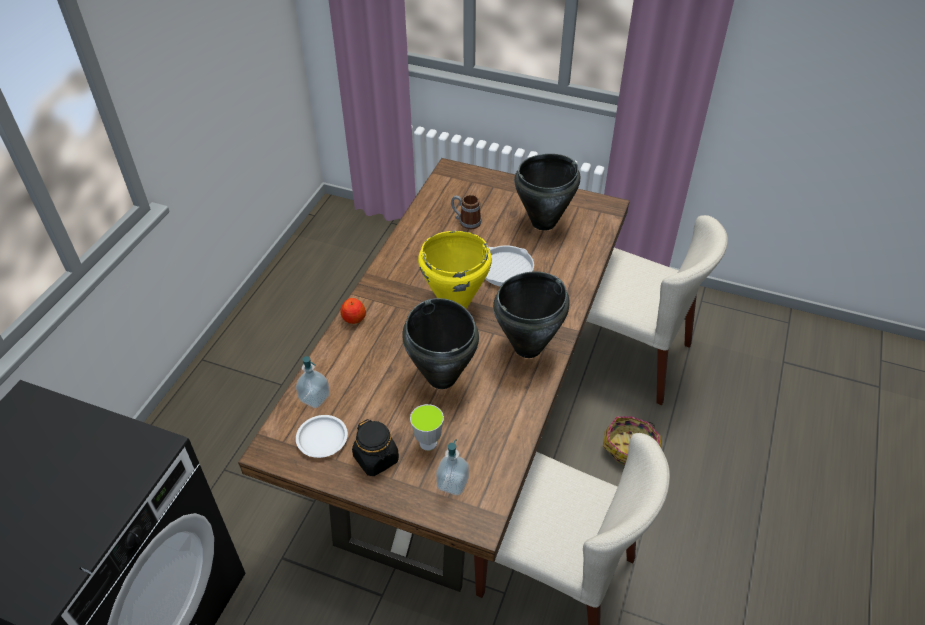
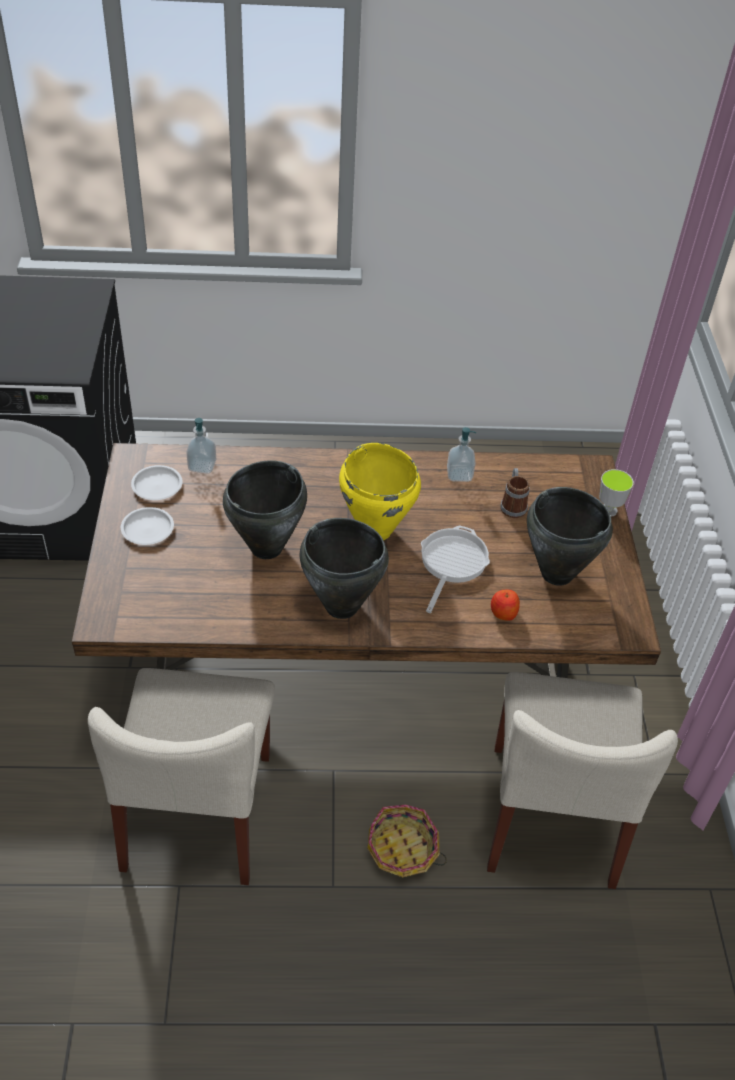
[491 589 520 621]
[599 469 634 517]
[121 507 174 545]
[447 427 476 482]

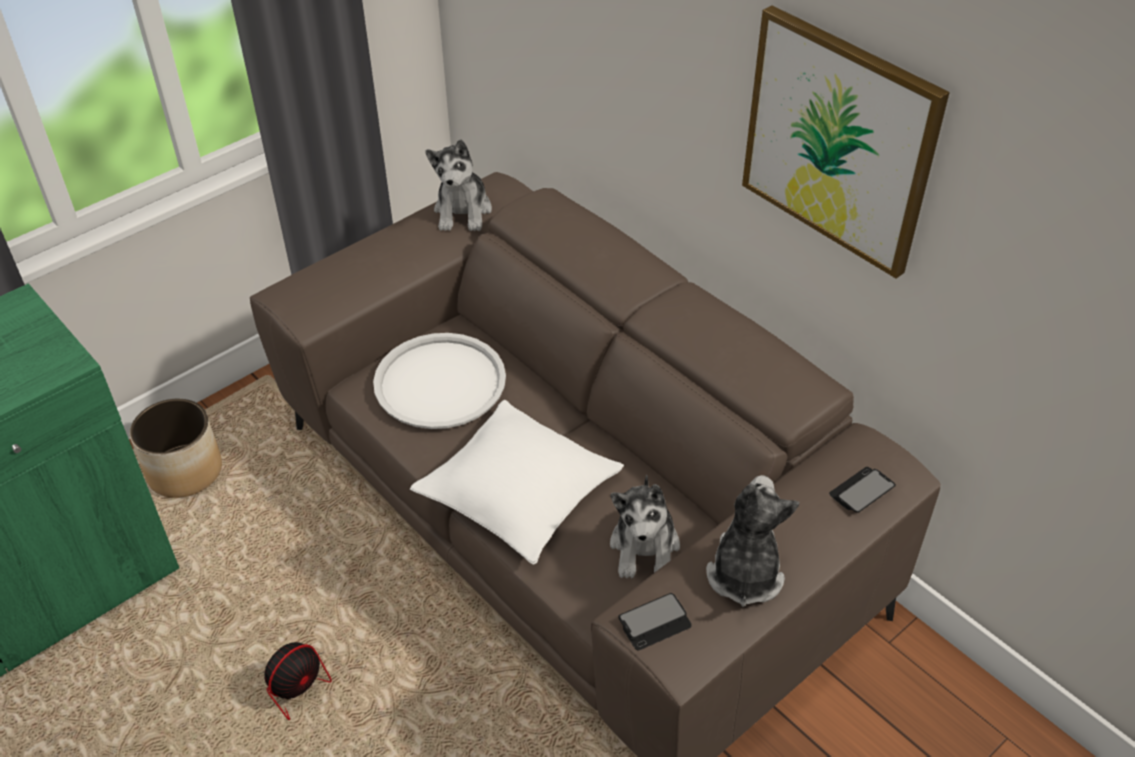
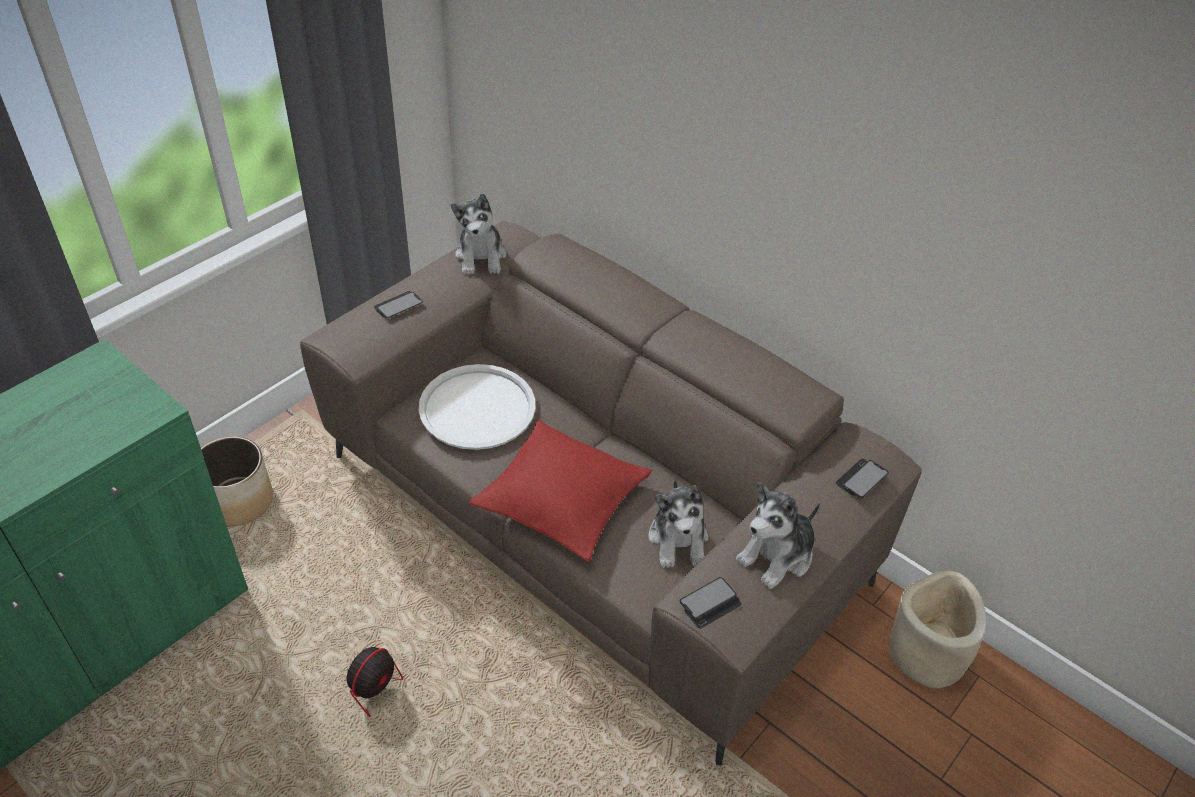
[742 5 950 278] (first image)
[469 420 652 562]
[736 482 820 589]
[374 291 423 318]
[890 571 986 688]

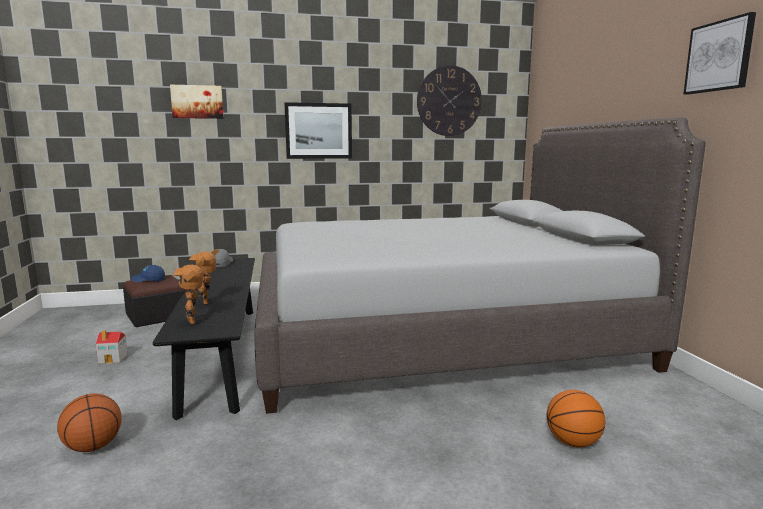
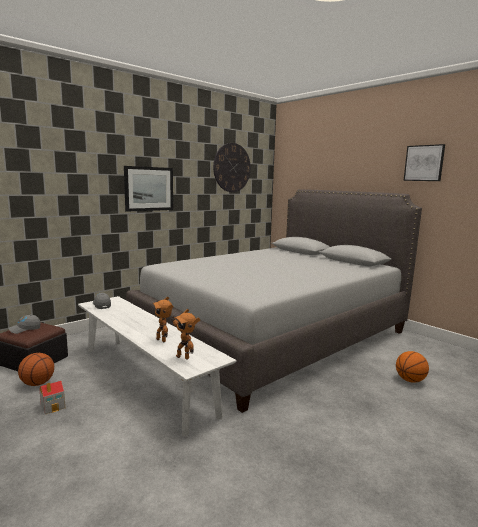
[170 85 224 119] (first image)
[78 296 237 437]
[8 314 40 334]
[18 353 54 386]

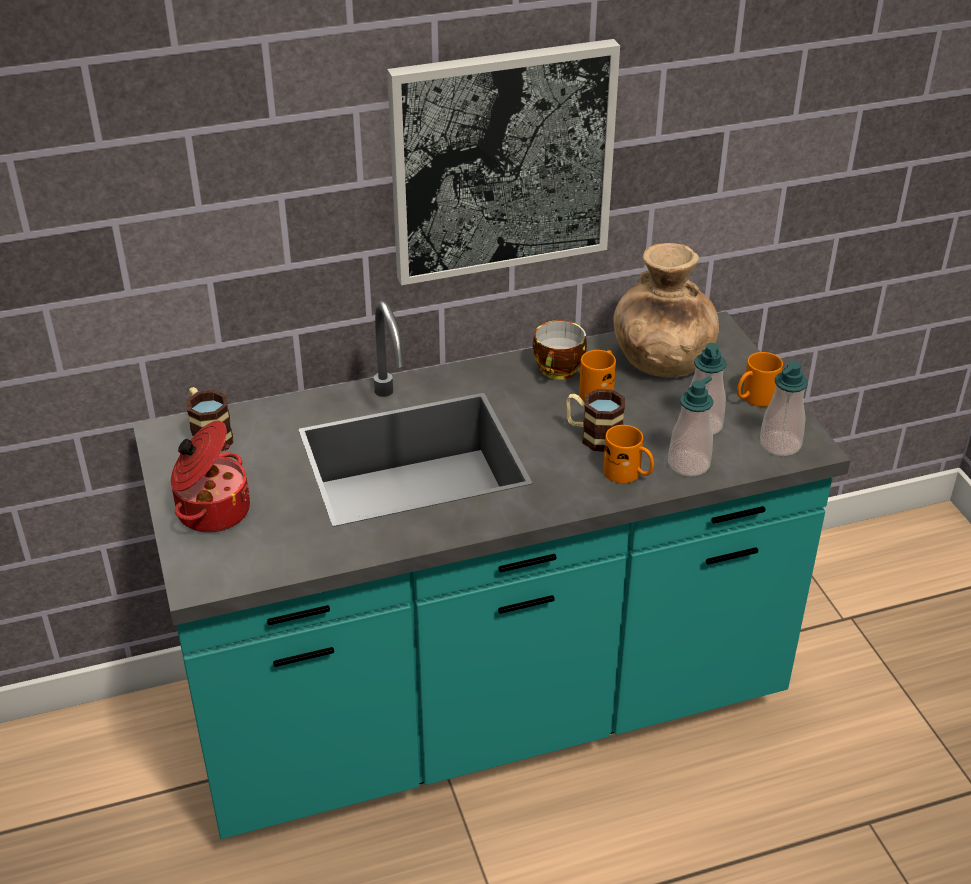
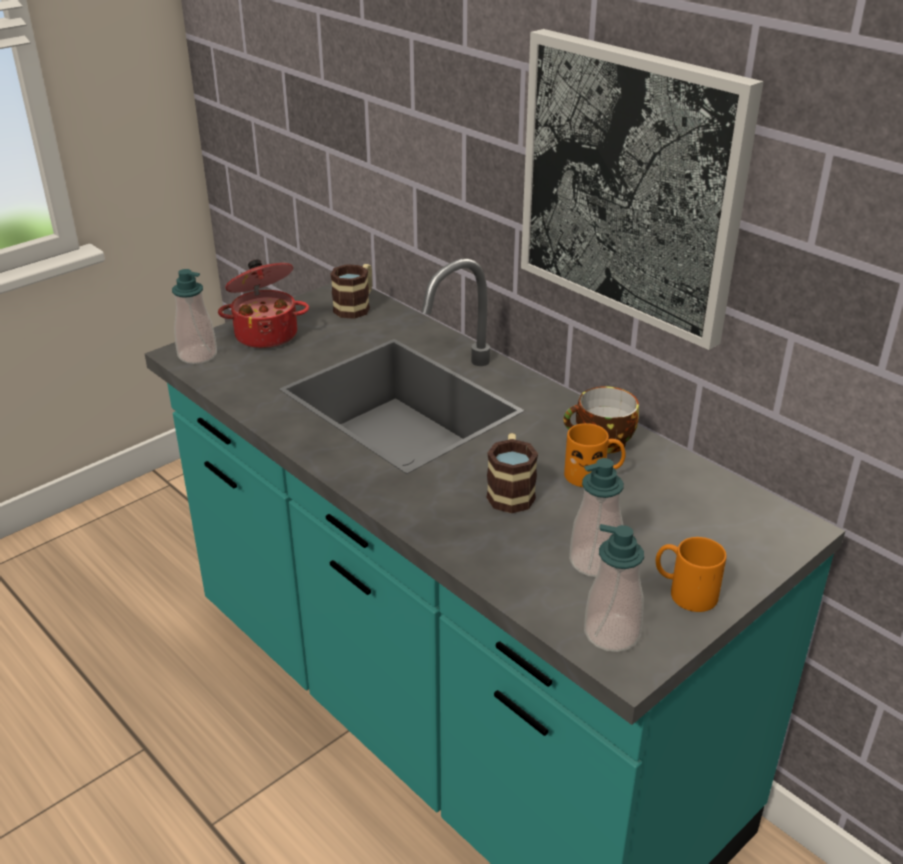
[614 243 719 377] (first image)
[172 269 217 364]
[603 425 654 483] (first image)

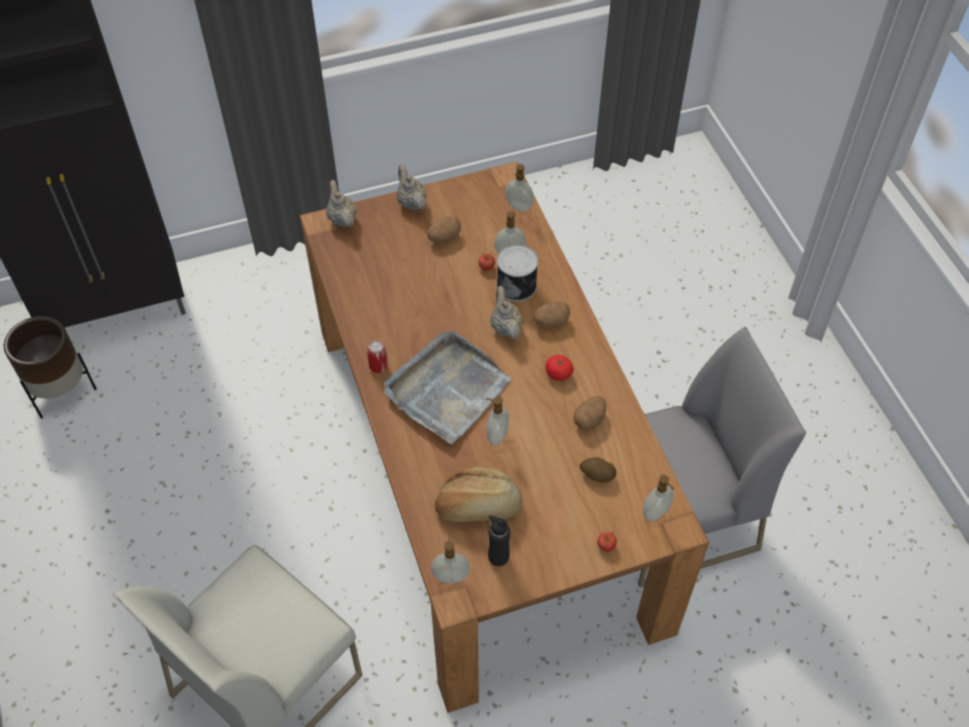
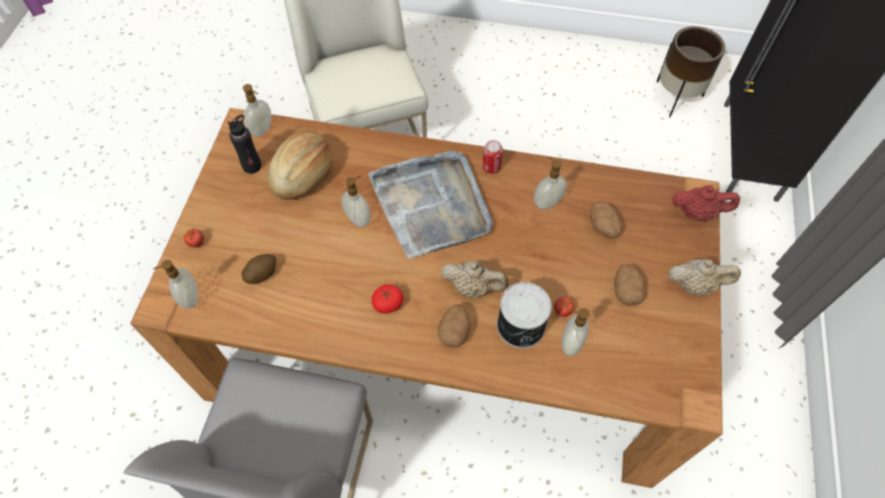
[534 156 567 209]
[672 185 740 222]
[590 201 622 239]

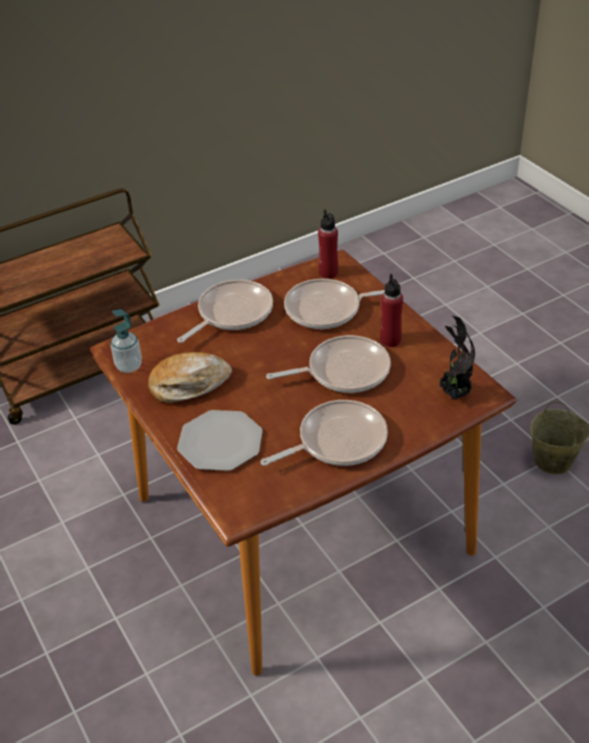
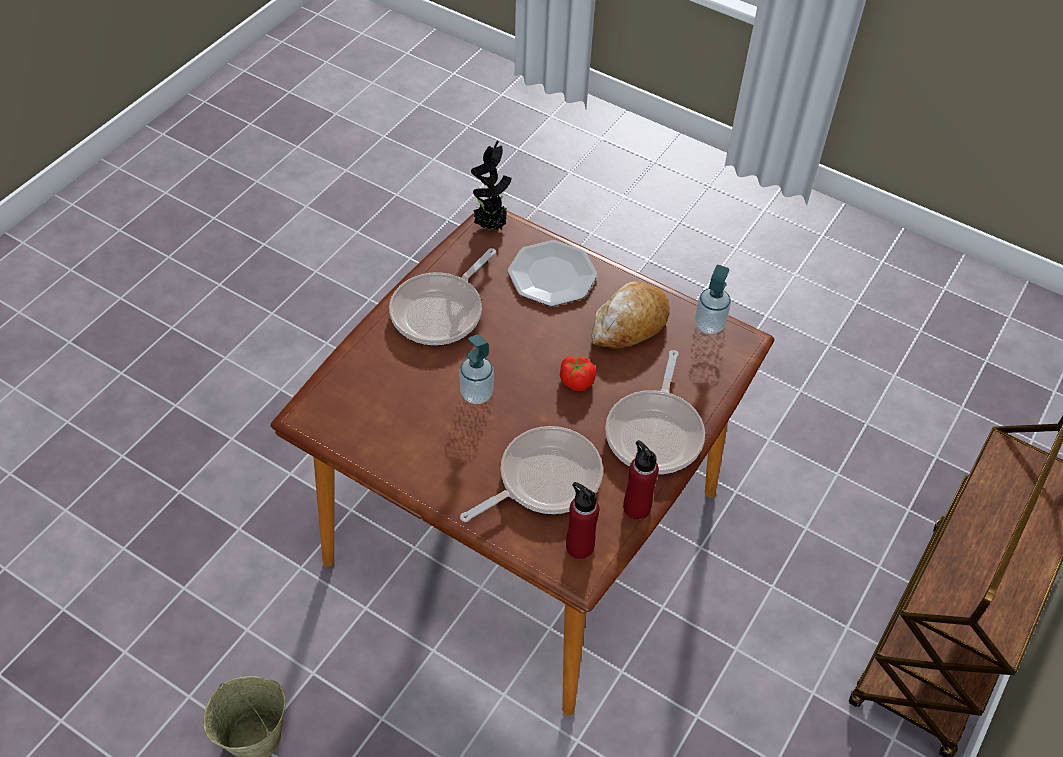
[623 440 659 520]
[471 141 512 230]
[459 334 494 404]
[560 356 596 391]

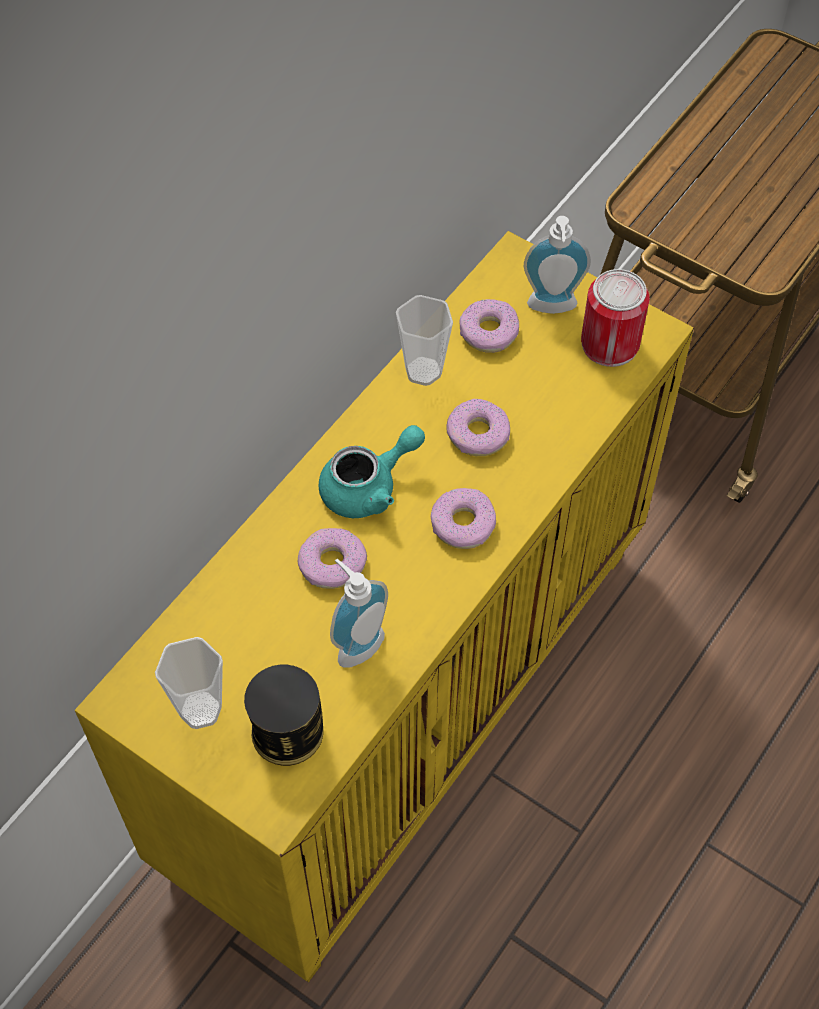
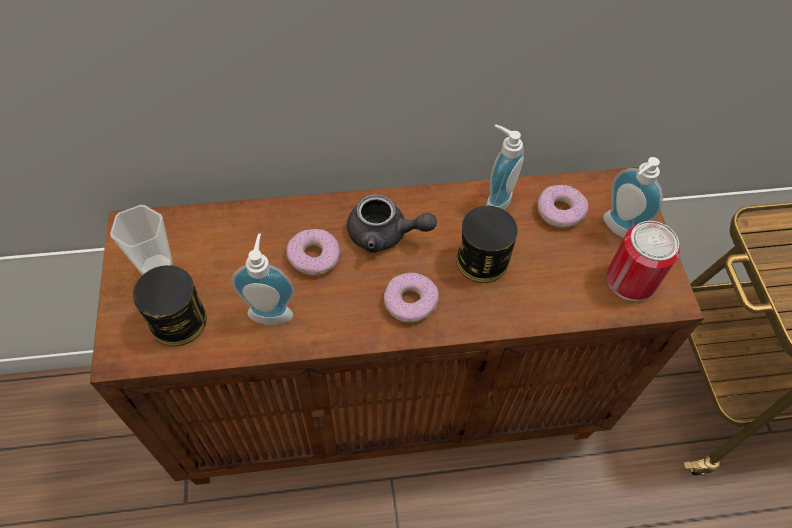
[90 167 704 485]
[486 124 524 210]
[456 206 518 283]
[347 194 437 253]

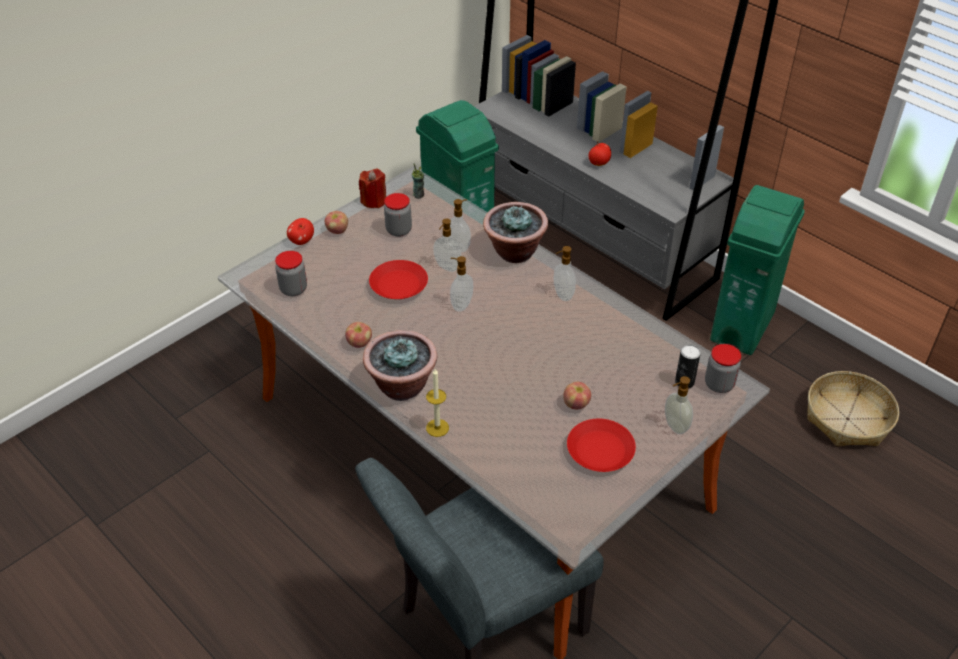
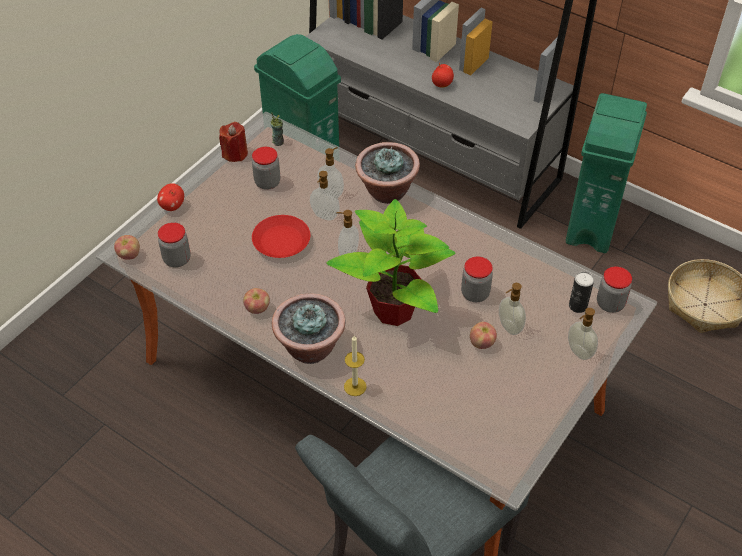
[114 235 140 260]
[499 283 526 335]
[567 419 636 472] (first image)
[327 199 455 326]
[461 256 493 302]

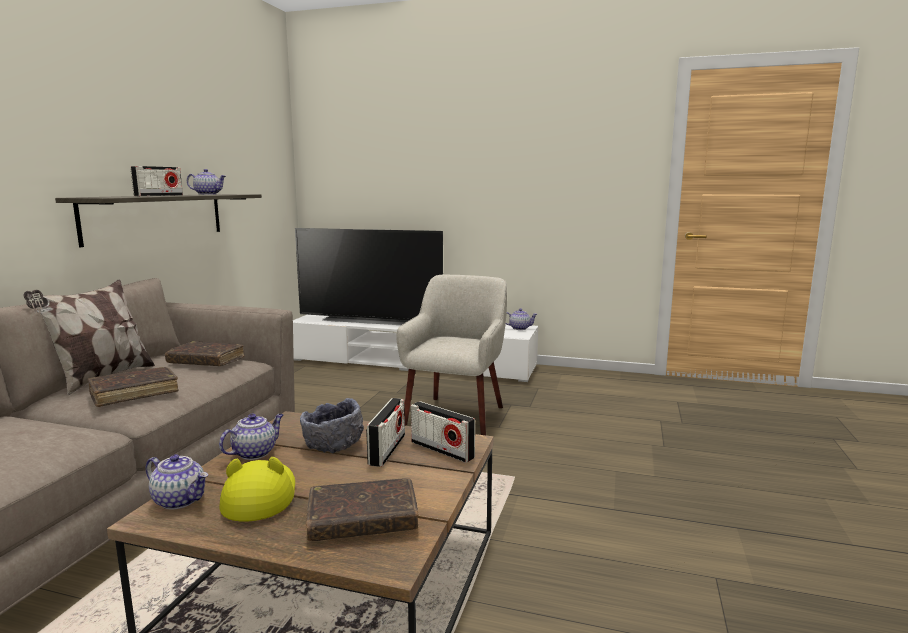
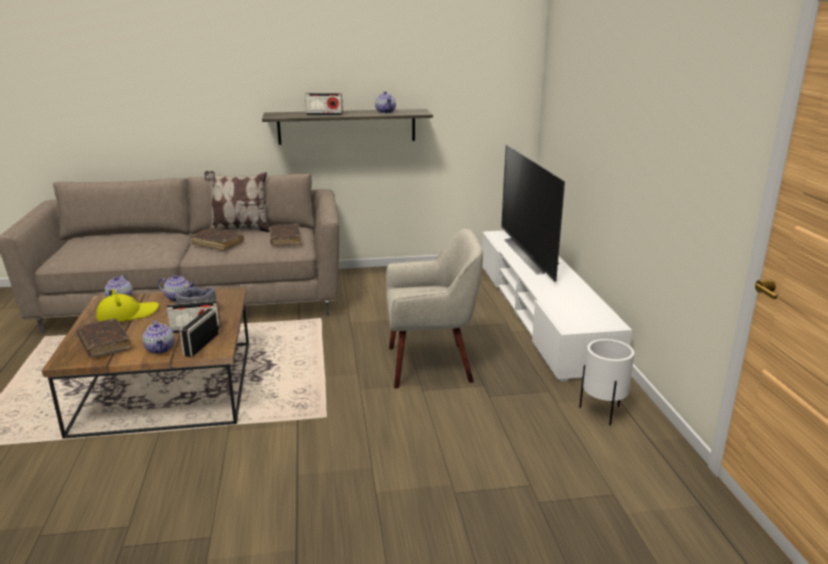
[142 320 175 354]
[579 339 634 425]

